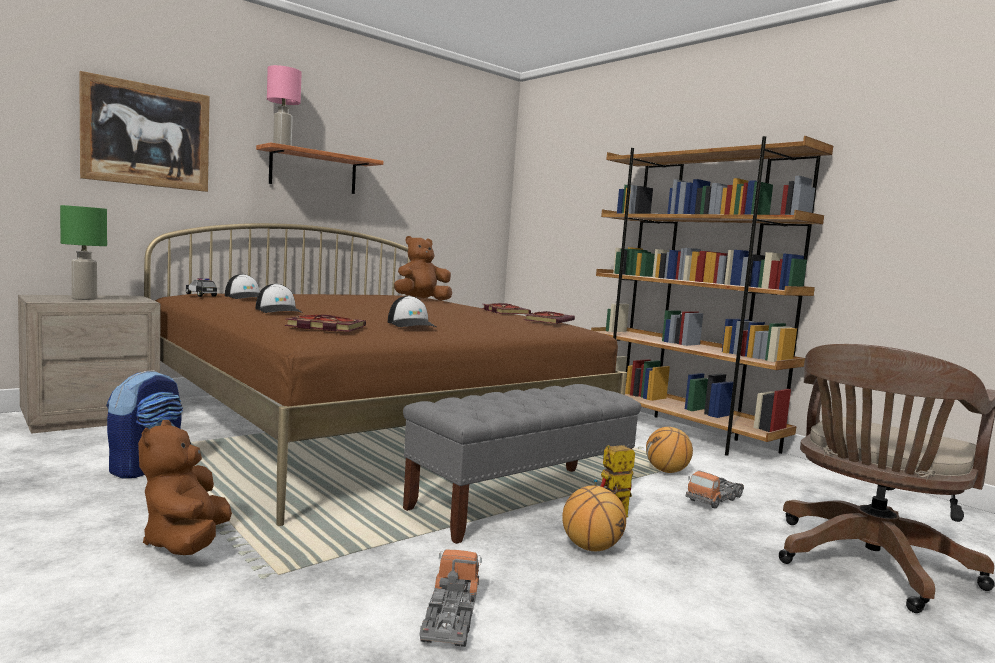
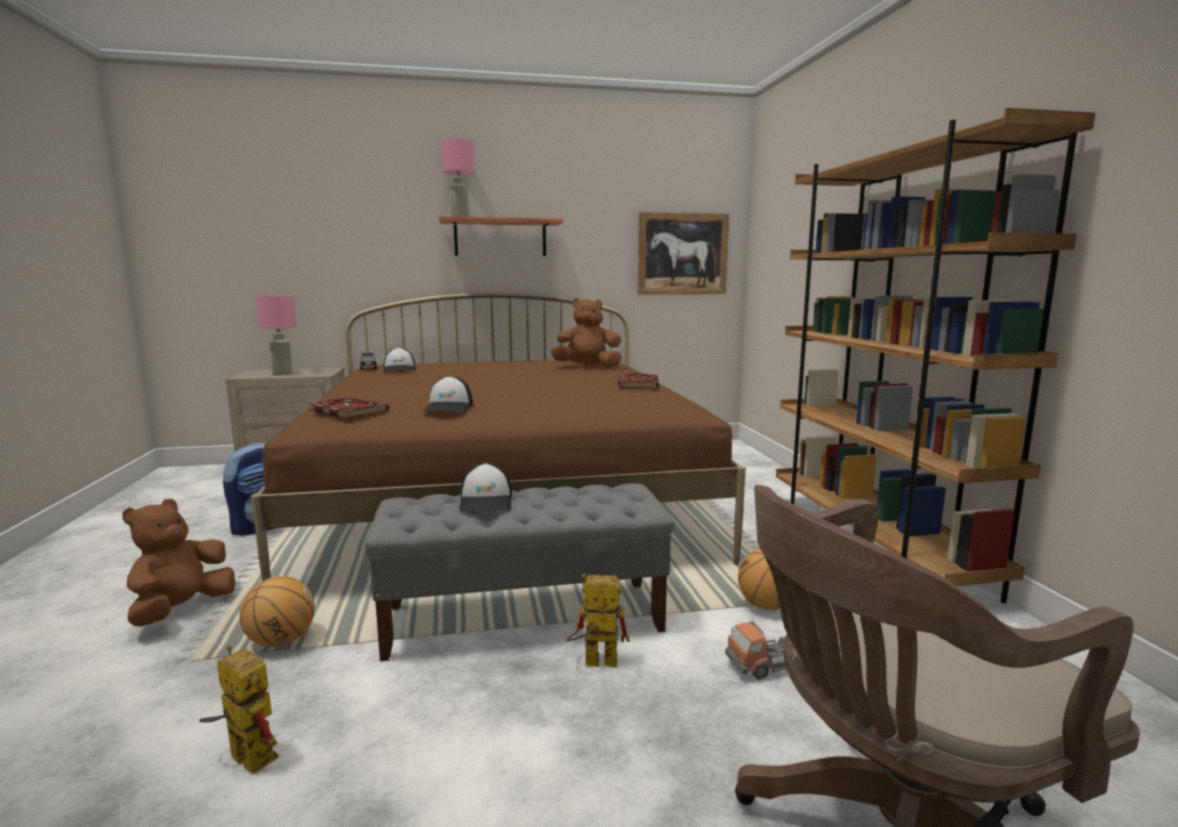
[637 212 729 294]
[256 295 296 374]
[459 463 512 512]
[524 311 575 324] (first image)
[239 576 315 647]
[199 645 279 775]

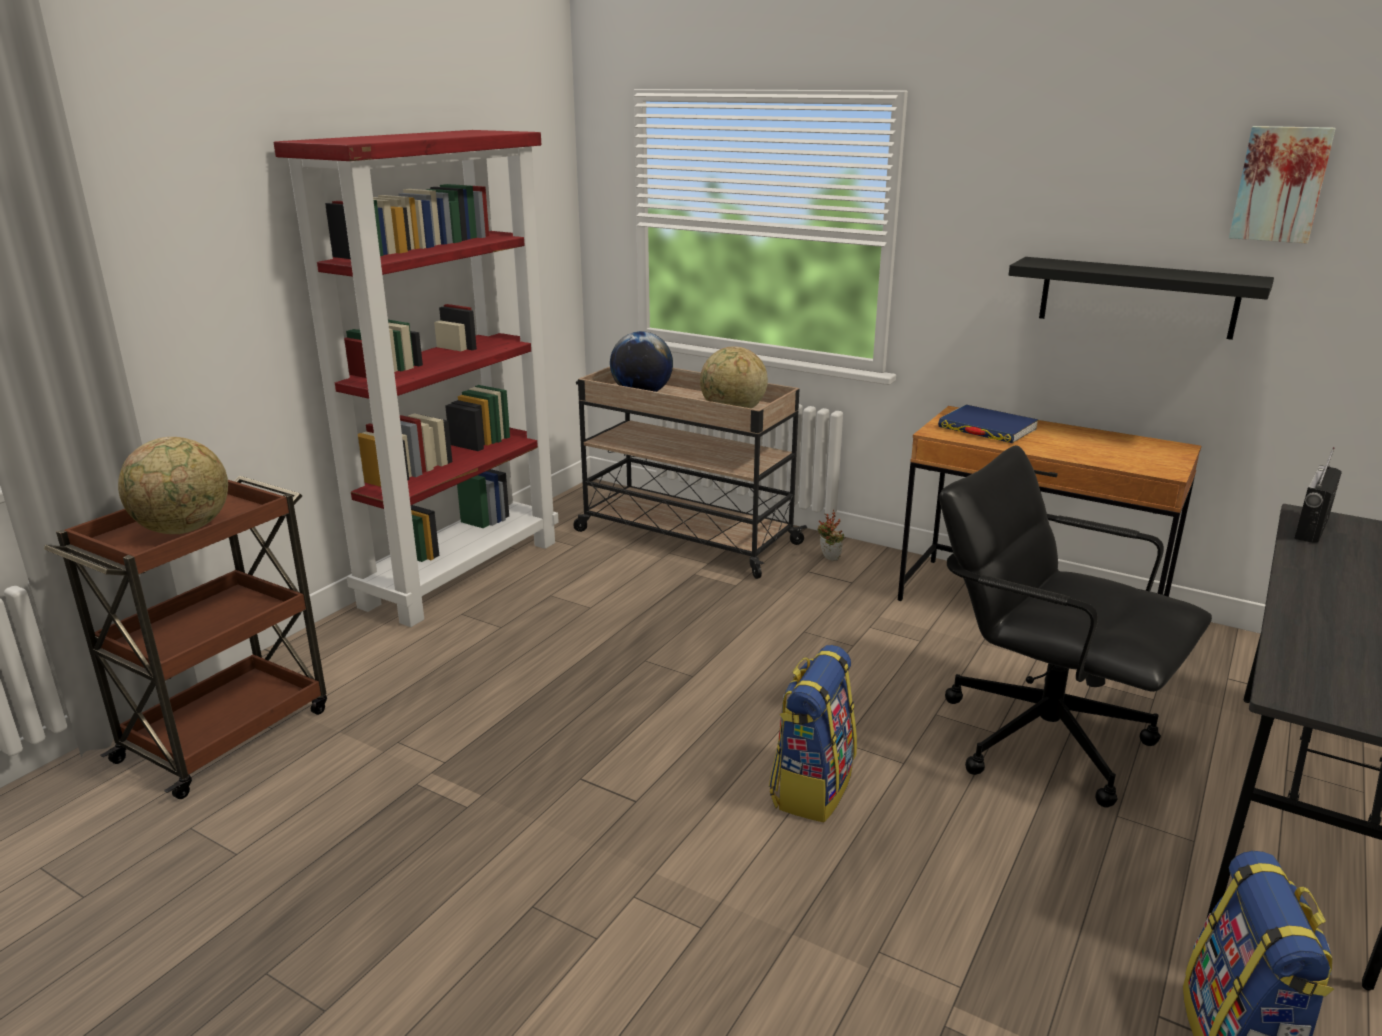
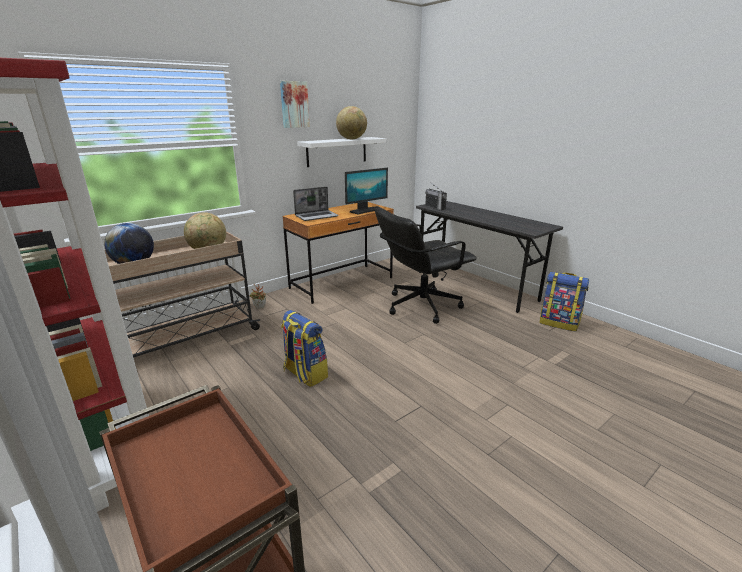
[280 81 310 128]
[297 137 386 167]
[293 187 339 221]
[336 106 367 139]
[281 310 328 387]
[345 168 388 215]

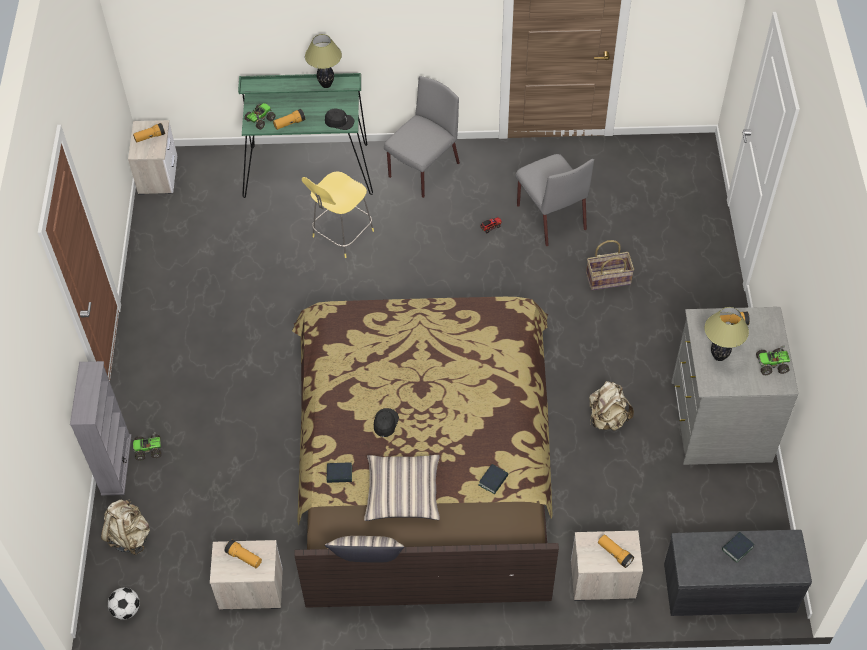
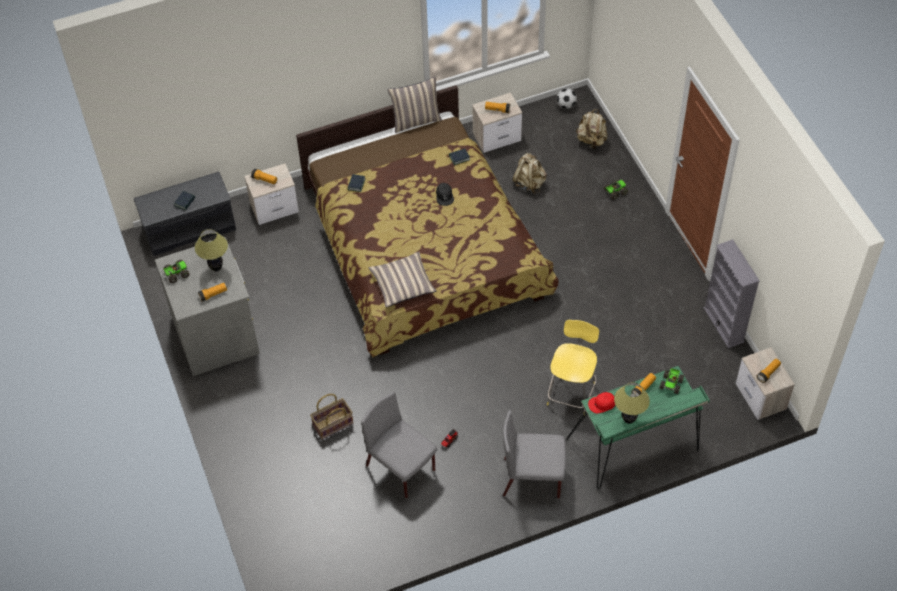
[503 410 566 498]
[588 392 615 414]
[703 239 760 348]
[512 153 547 194]
[369 252 437 307]

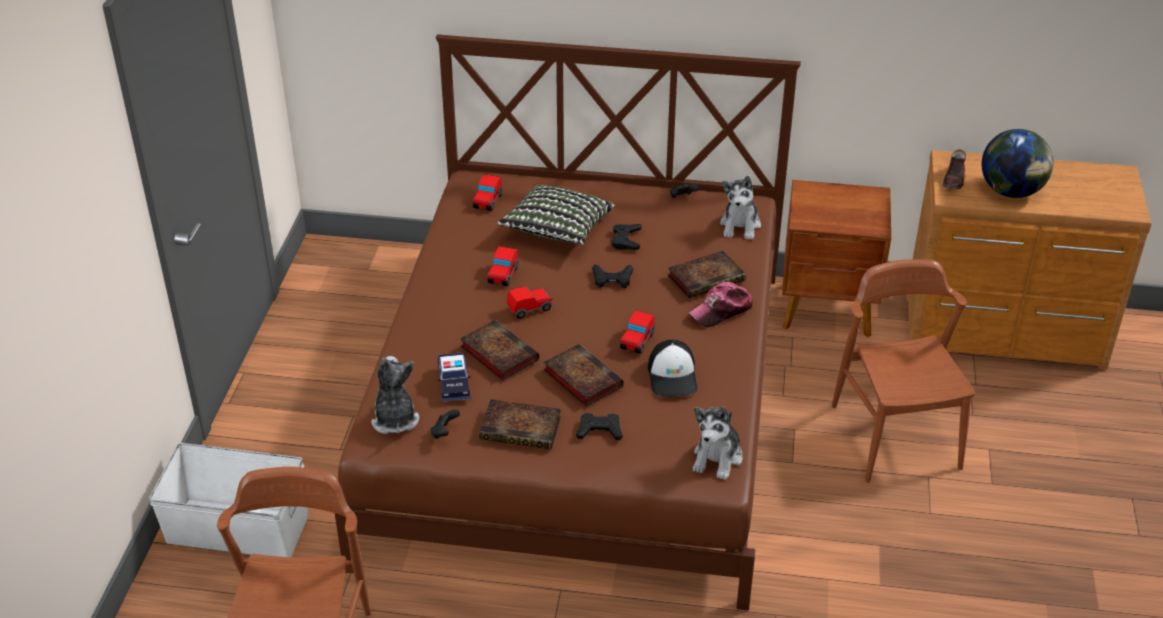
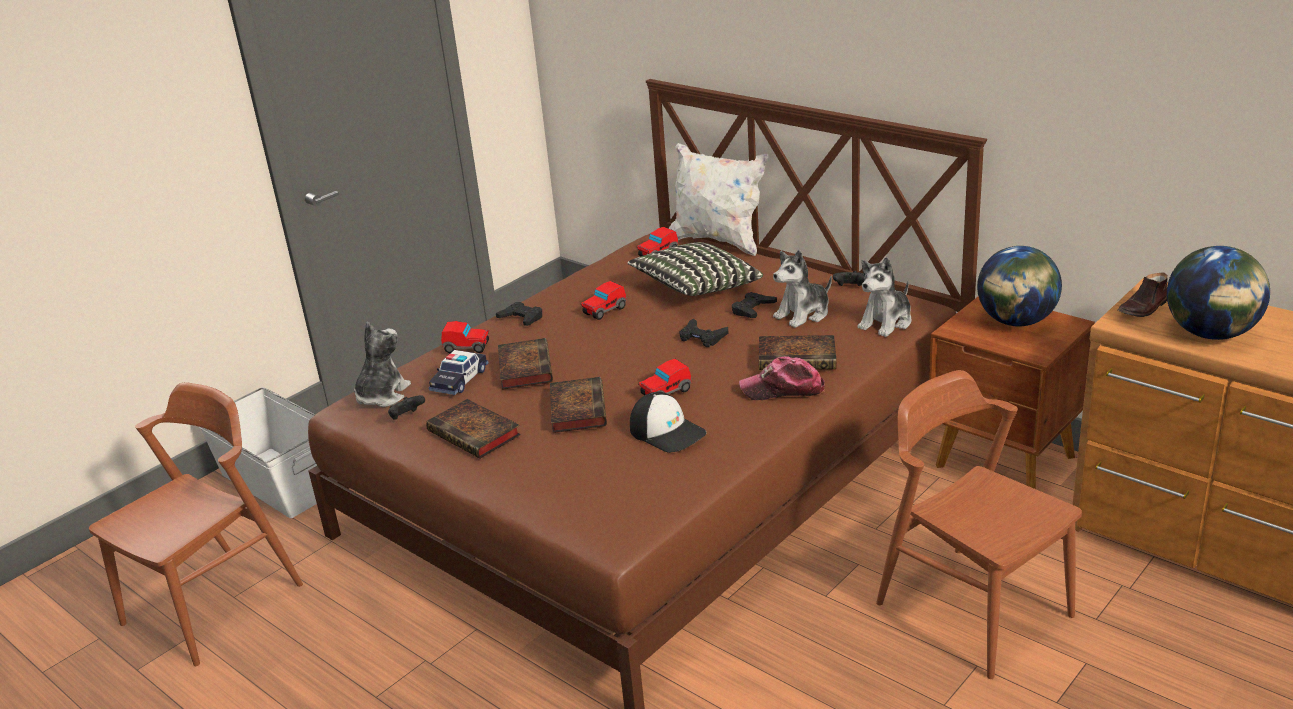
[876 370 1082 679]
[441 321 489 353]
[630 391 706 453]
[773 250 832 328]
[496 302 542 326]
[668 143 768 256]
[977 246 1062 327]

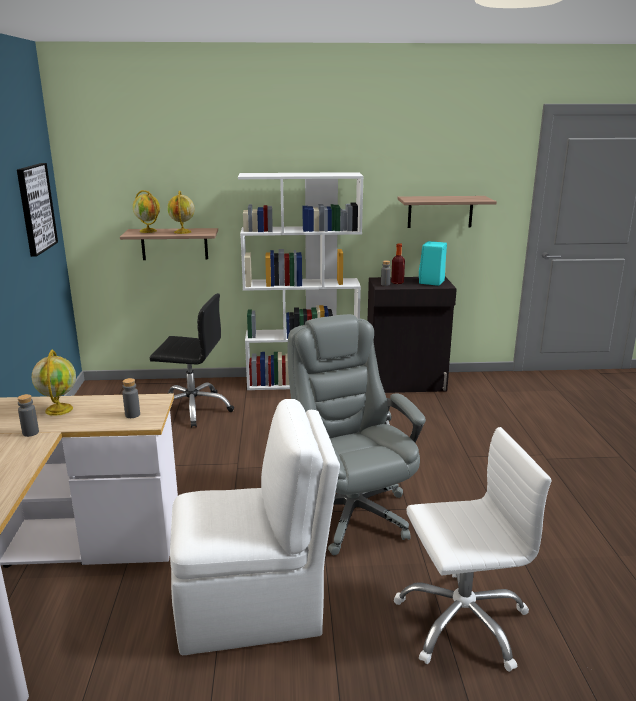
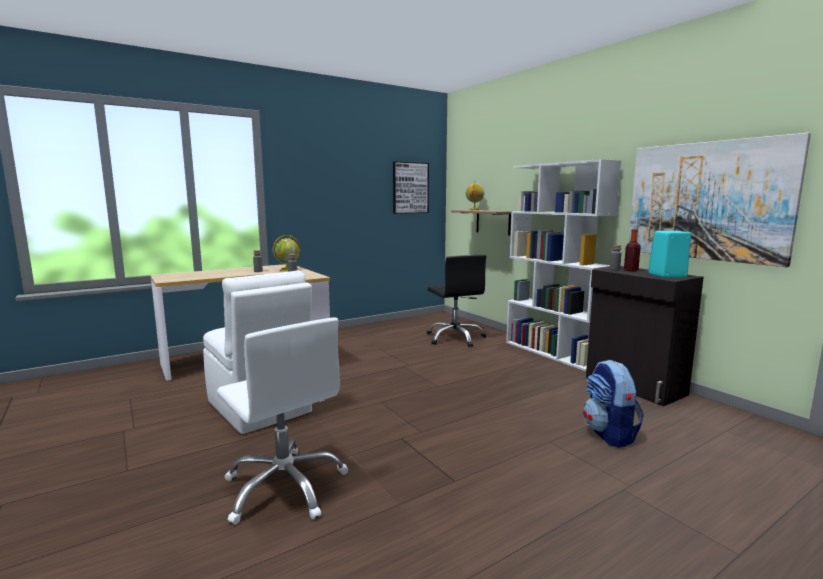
[167 191 195 234] (first image)
[628 133 811 267]
[287 314 426 555] (first image)
[583 360 644 448]

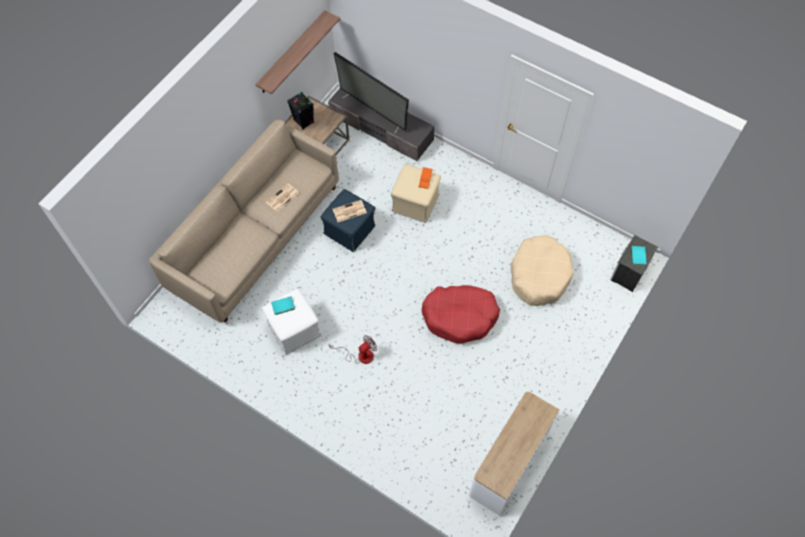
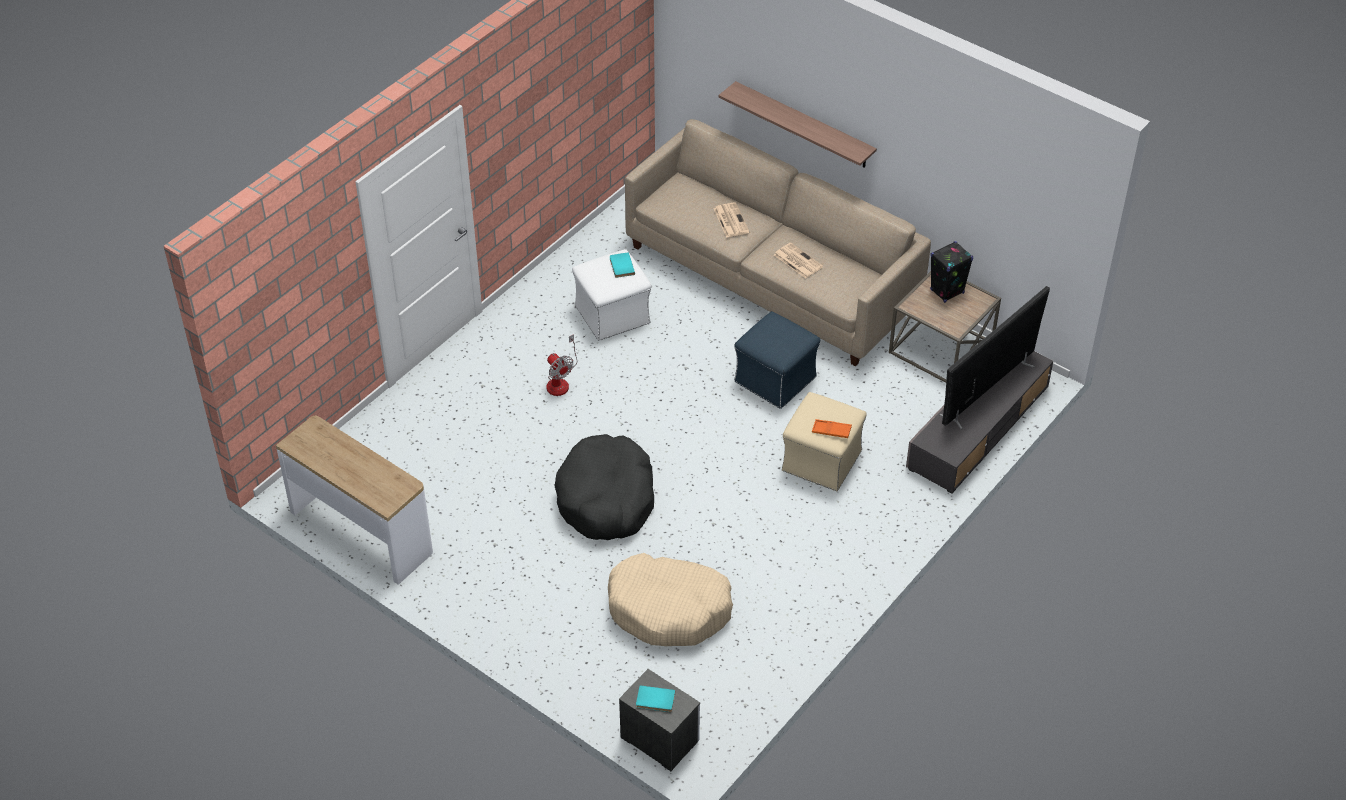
[719 81 877 168]
[714 202 749 238]
[555 434 654 540]

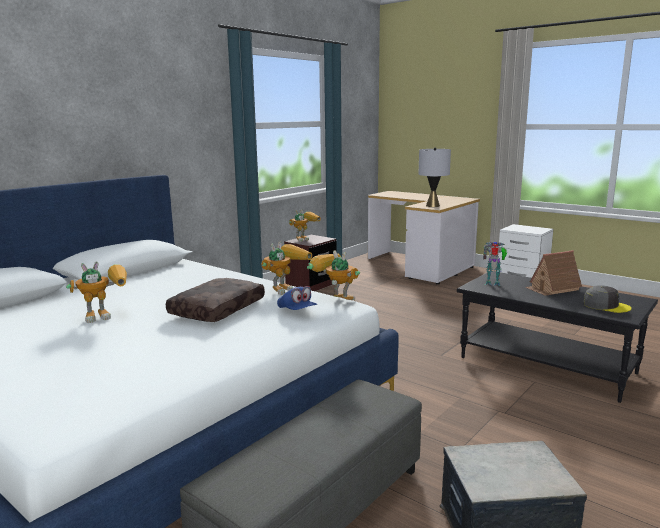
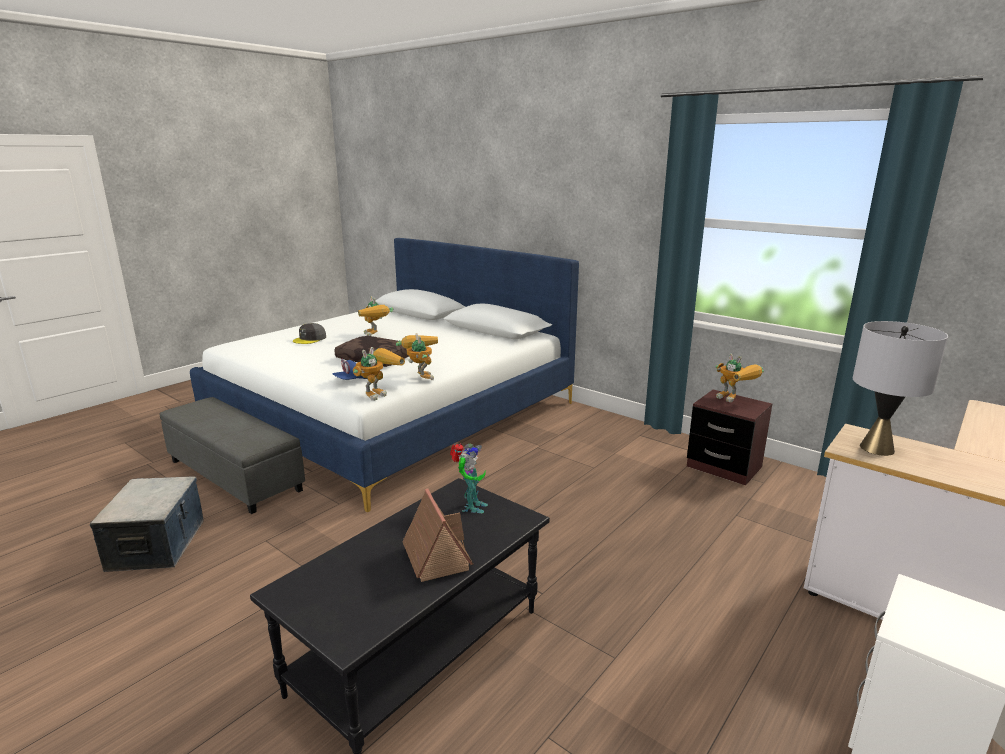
[396 333 438 380]
[293 323 326 344]

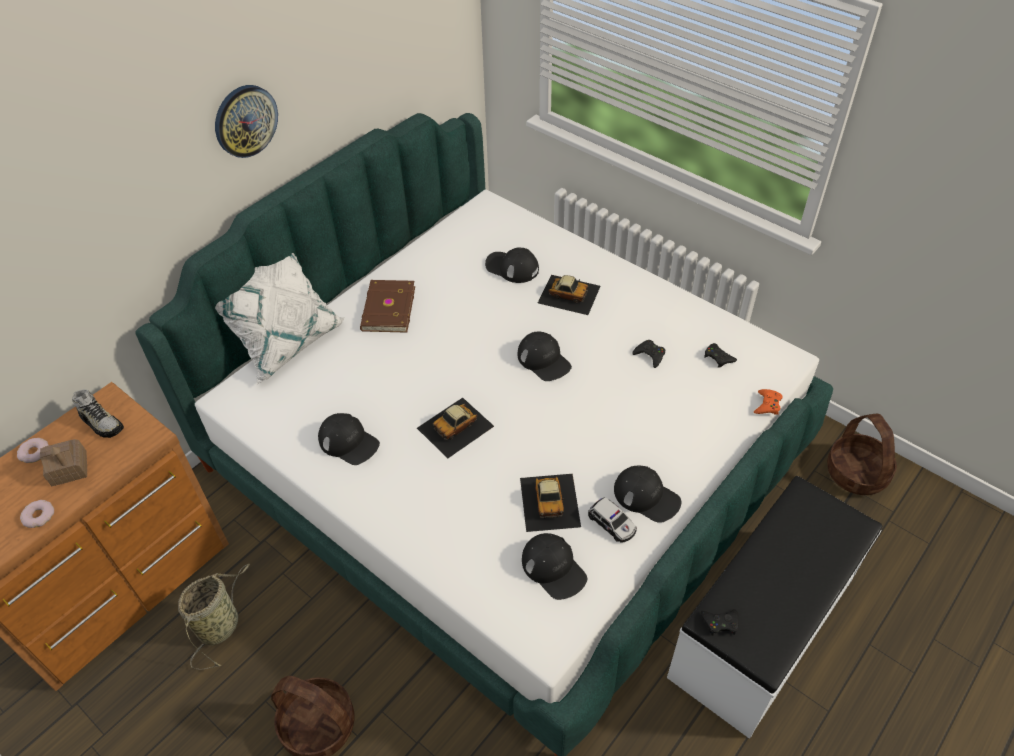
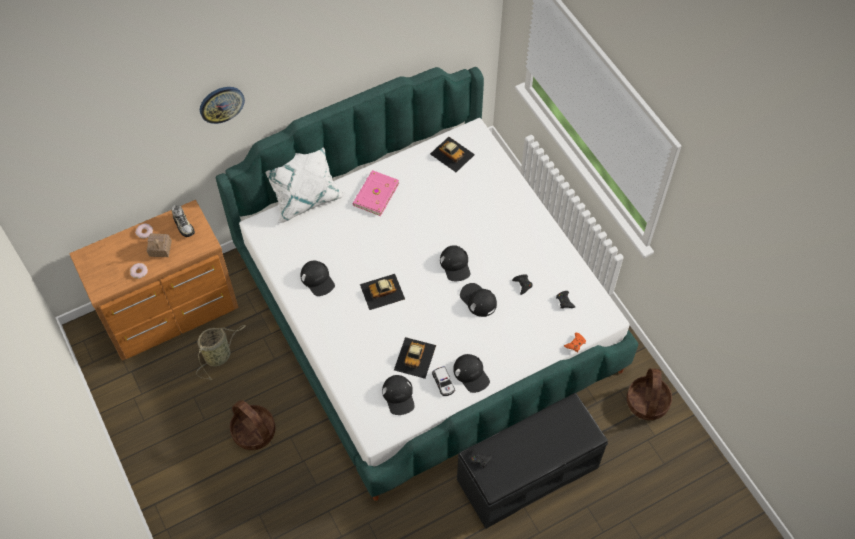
[200 87 245 124]
[460 283 497 317]
[430 137 475 172]
[353 170 399 216]
[457 393 608 529]

